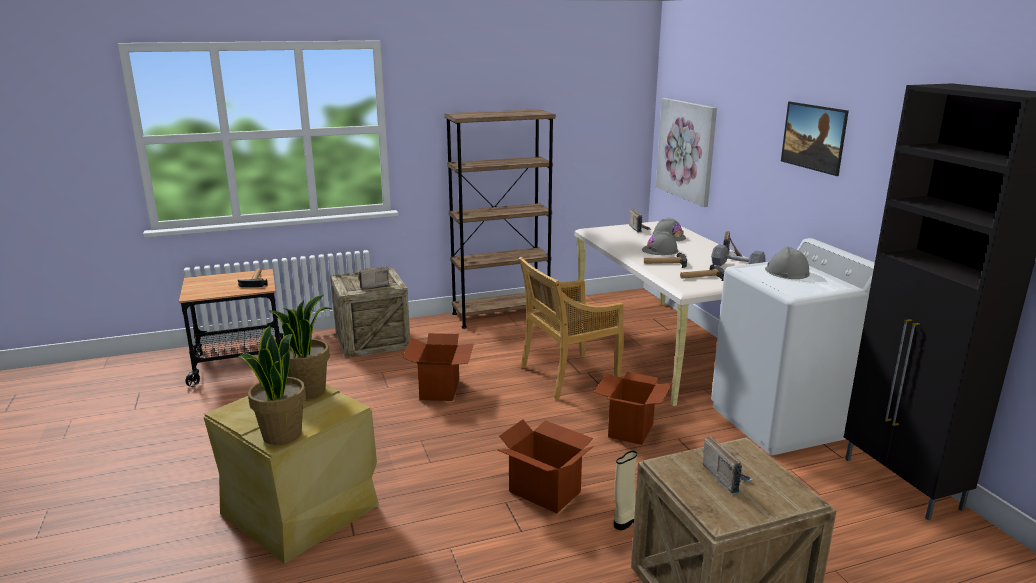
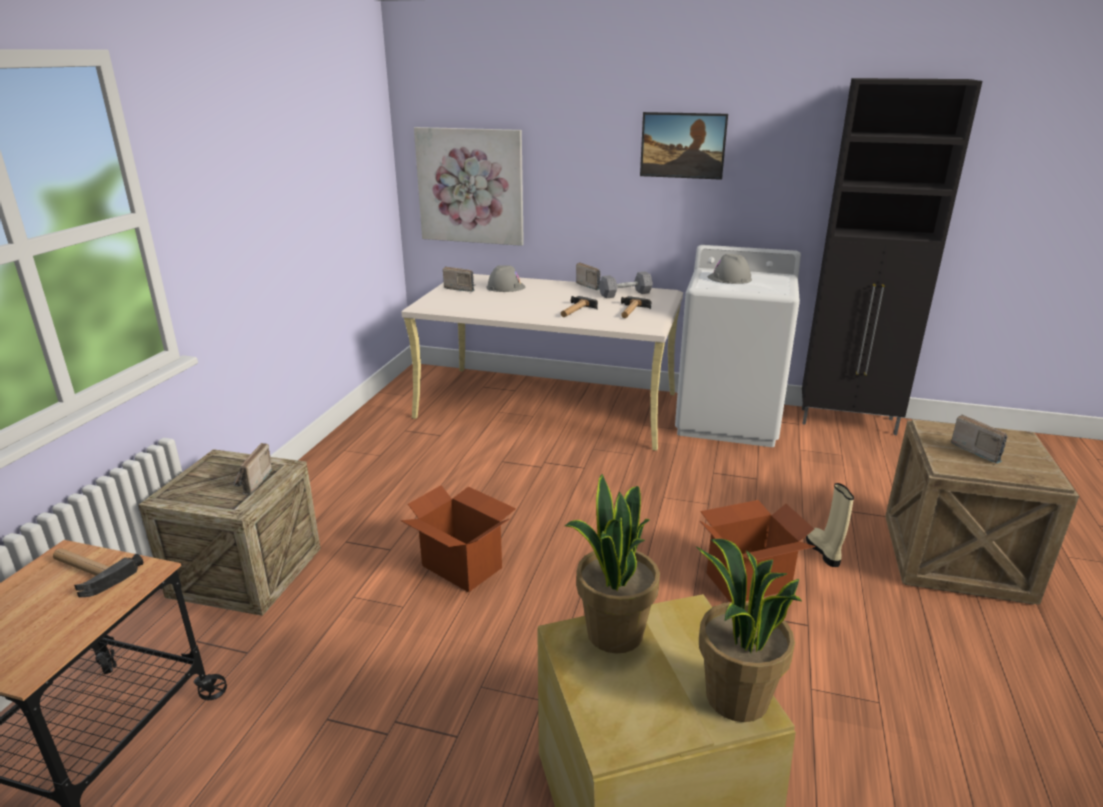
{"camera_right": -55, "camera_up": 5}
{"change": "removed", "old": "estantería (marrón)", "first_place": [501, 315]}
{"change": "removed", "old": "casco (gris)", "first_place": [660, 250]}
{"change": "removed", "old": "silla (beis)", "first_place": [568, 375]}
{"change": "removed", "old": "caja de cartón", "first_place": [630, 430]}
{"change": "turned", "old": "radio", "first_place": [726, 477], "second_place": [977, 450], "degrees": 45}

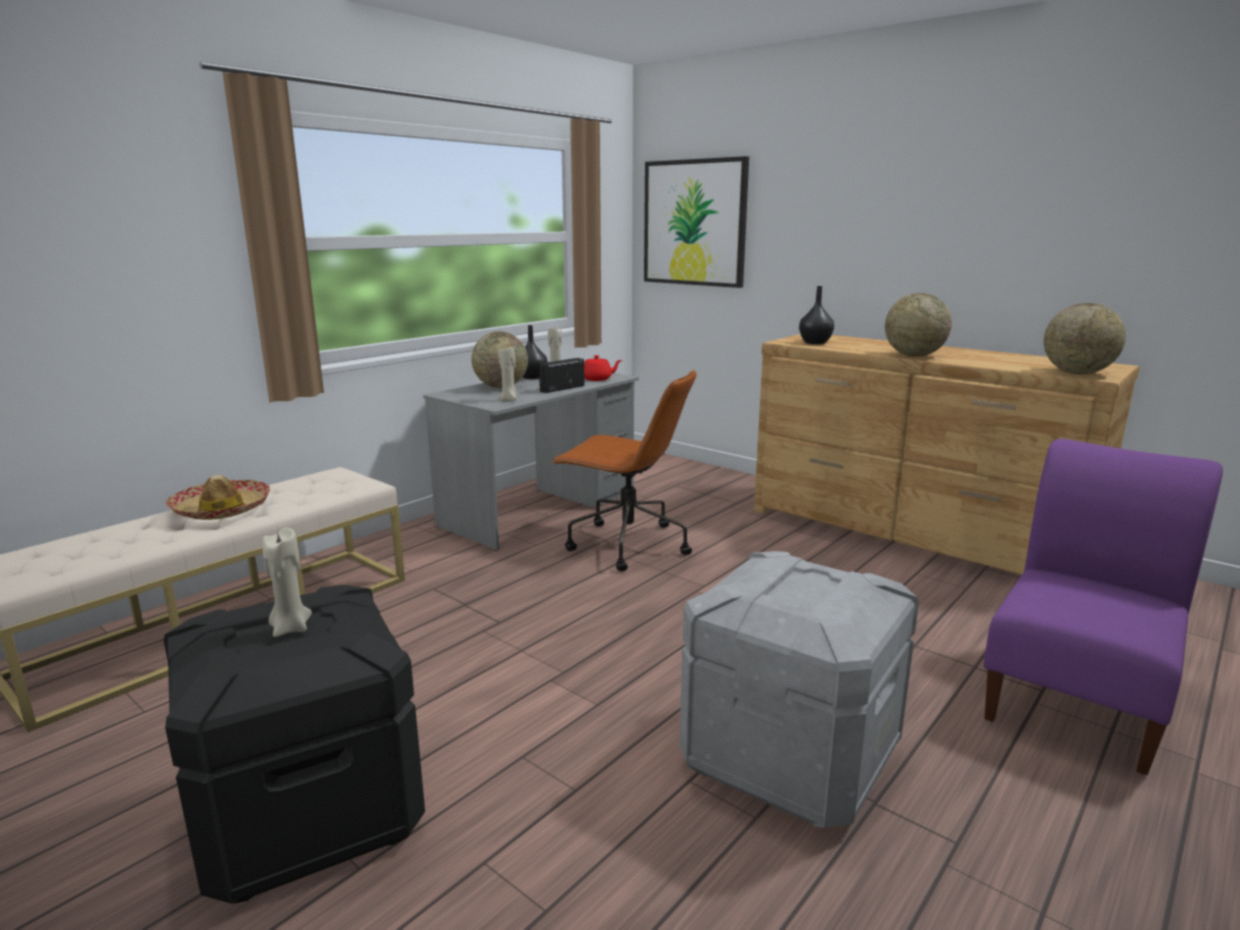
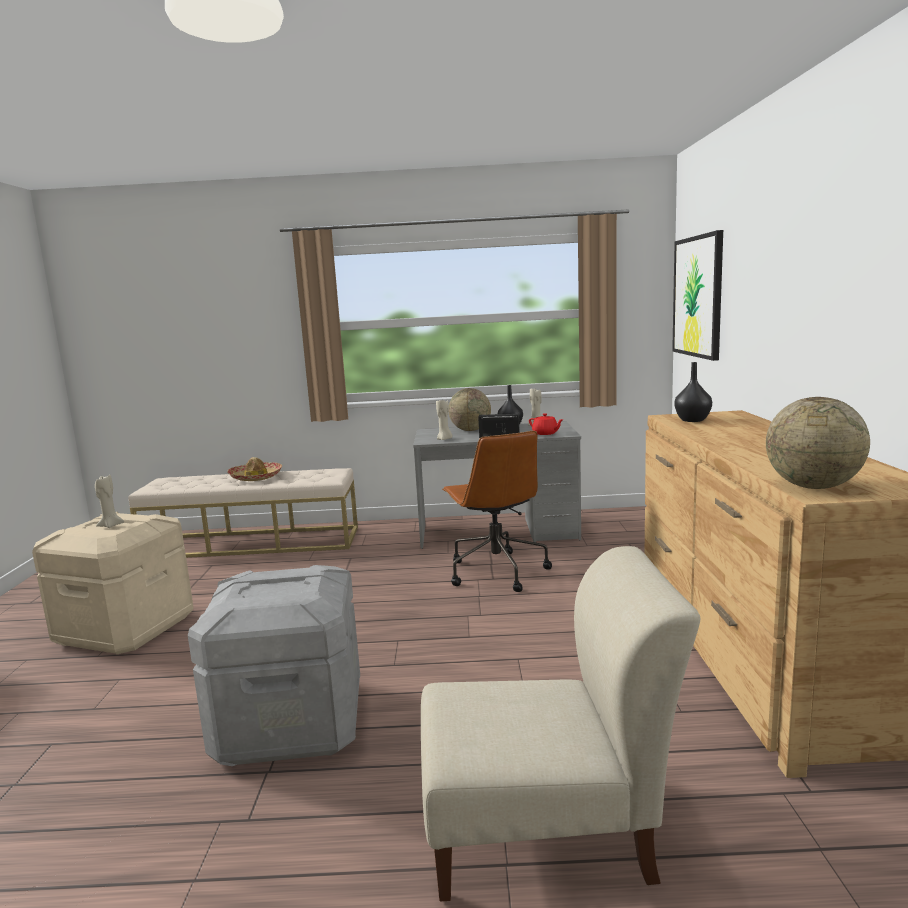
{"camera_right": 50, "camera_up": -5}
{"change": "removed", "old": "globo terráqueo", "first_place": [913, 355]}
{"change": "recoloured", "old": "silla (morado)", "new": "silla (beis)", "first_place": [1078, 696], "second_place": [547, 829]}
{"change": "recoloured", "old": "caja de almacenaje (negro)", "new": "caja de almacenaje (beis)", "first_place": [310, 813], "second_place": [127, 629]}

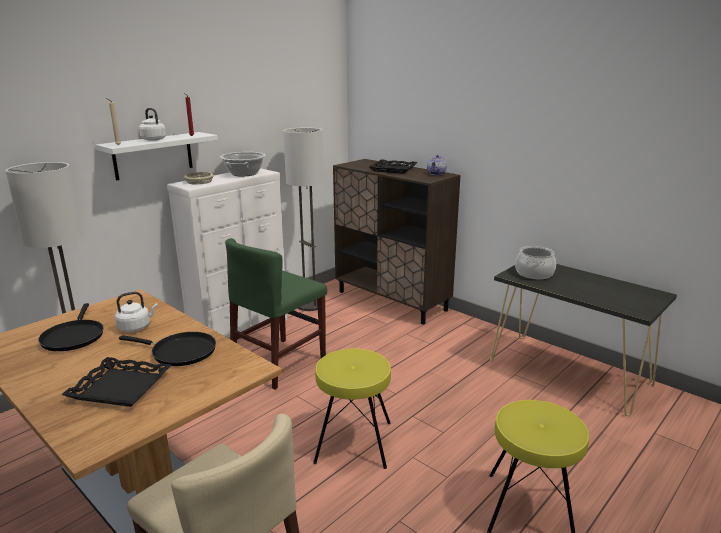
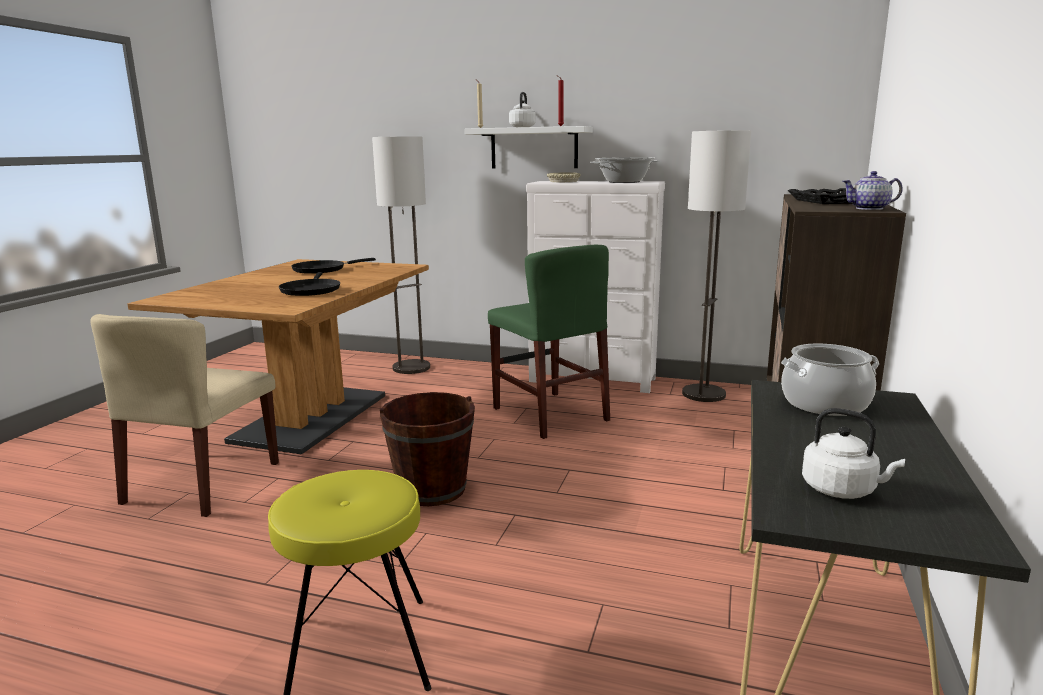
{"camera_right": 65, "camera_up": -5}
{"change": "turned", "old": "silla (verde)", "first_place": [279, 362], "second_place": [549, 414], "degrees": -135}
{"change": "moved", "old": "hervidor (blanco)", "first_place": [136, 327], "second_place": [842, 490]}
{"change": "replaced", "old": "taburete (amarillo)", "new": "cubo (marrón)", "first_place": [354, 441], "second_place": [432, 489]}
{"change": "removed", "old": "bandeja (negro)", "first_place": [119, 388]}

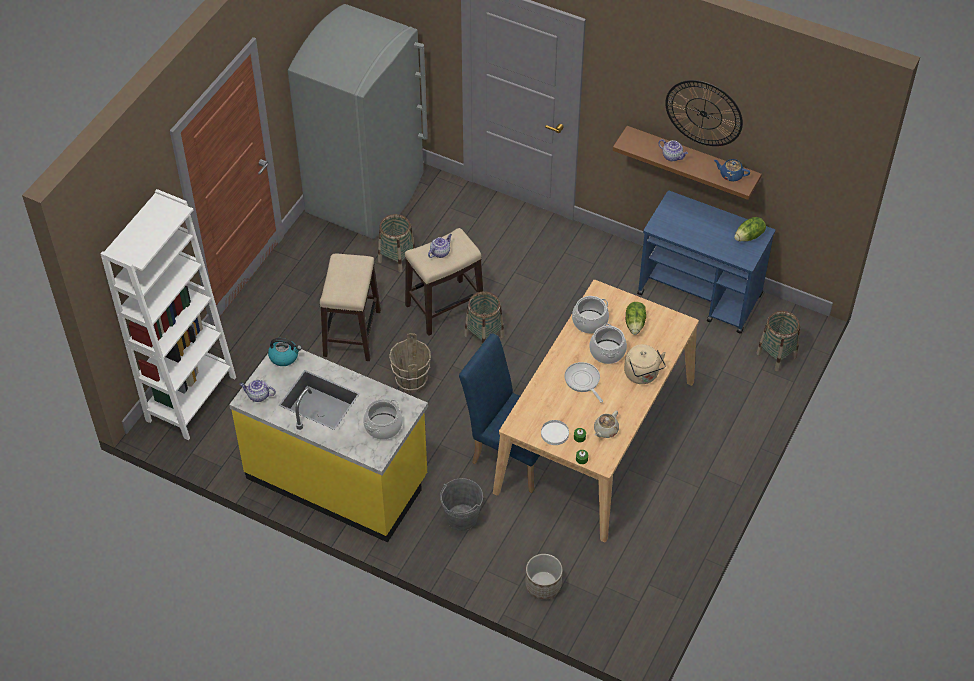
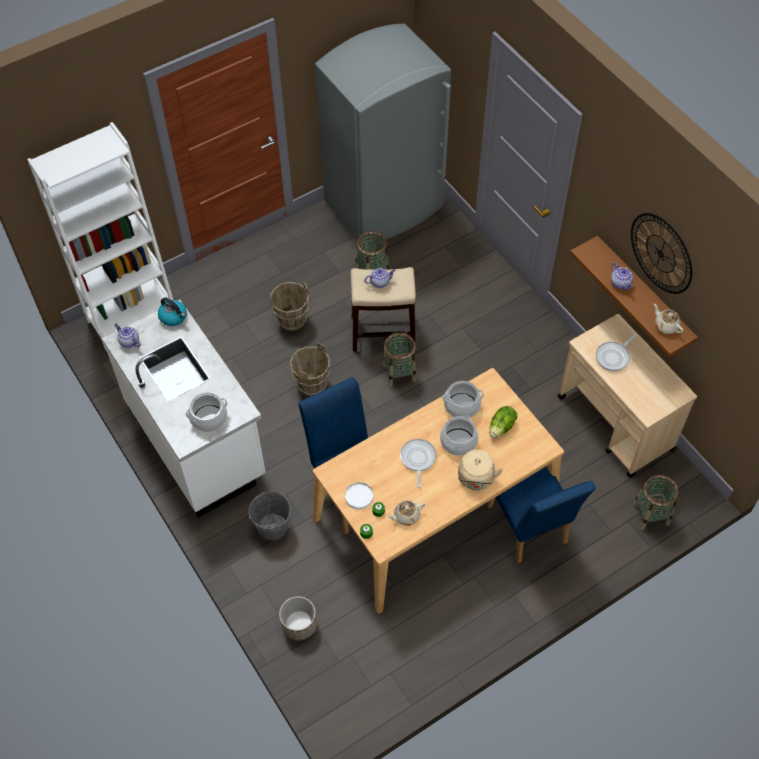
{"camera_right": 30, "camera_up": 5}
{"change": "recoloured", "old": "tetera (azul)", "new": "tetera (beis)", "first_place": [731, 175], "second_place": [666, 325]}
{"change": "recoloured", "old": "carrito (azul)", "new": "carrito (beis)", "first_place": [700, 295], "second_place": [616, 424]}
{"change": "removed", "old": "lechuga", "first_place": [749, 237]}
{"change": "replaced", "old": "taburete", "new": "cubo (marrón)", "first_place": [352, 334], "second_place": [292, 321]}
{"change": "recoloured", "old": "mueble bajo de cocina (amarillo)", "new": "mueble bajo de cocina (blanco)", "first_place": [337, 478], "second_place": [197, 440]}
{"change": "added", "new": "sartén", "second_place": [614, 357]}
{"change": "added", "new": "silla (azul)", "second_place": [529, 530]}

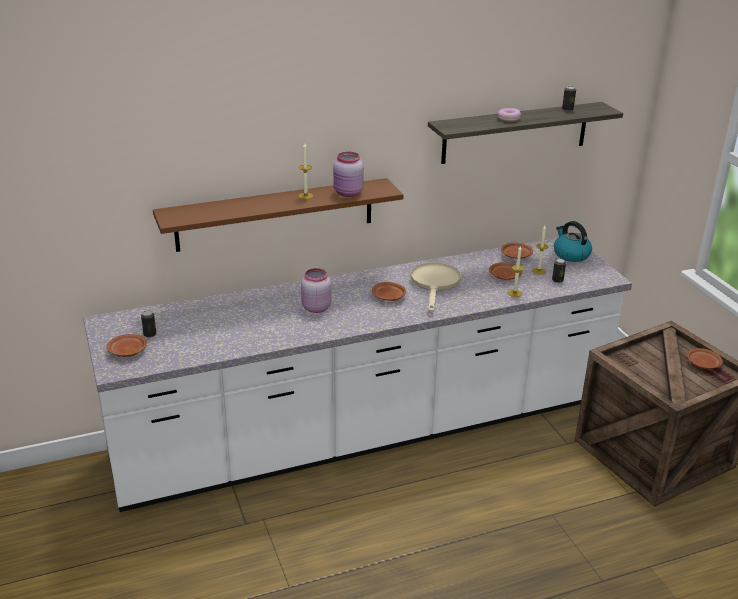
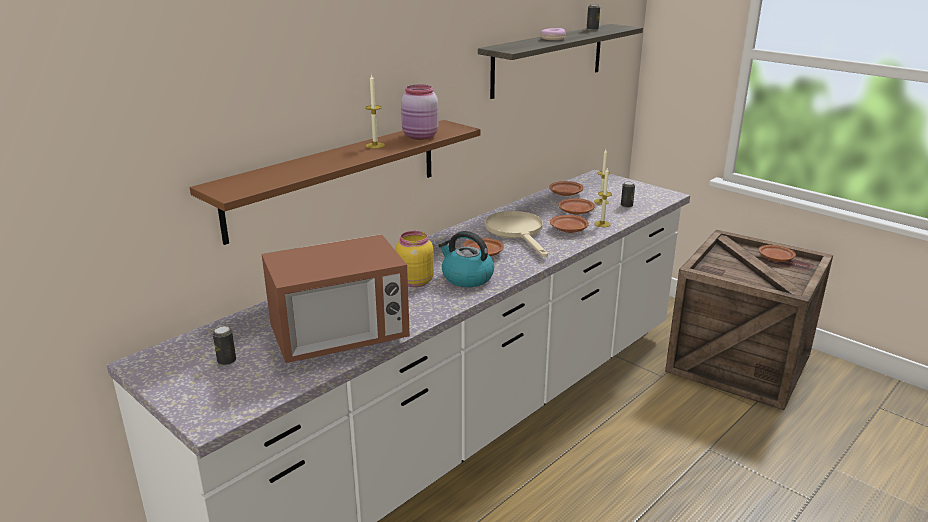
{"camera_right": -25, "camera_up": -5}
{"change": "moved", "old": "hervidor", "first_place": [570, 254], "second_place": [466, 278]}
{"change": "recoloured", "old": "tarro (rosa)", "new": "tarro (amarillo)", "first_place": [315, 308], "second_place": [414, 282]}
{"change": "moved", "old": "plato (marrón)", "first_place": [127, 351], "second_place": [568, 230]}
{"change": "added", "new": "microondas", "second_place": [339, 337]}

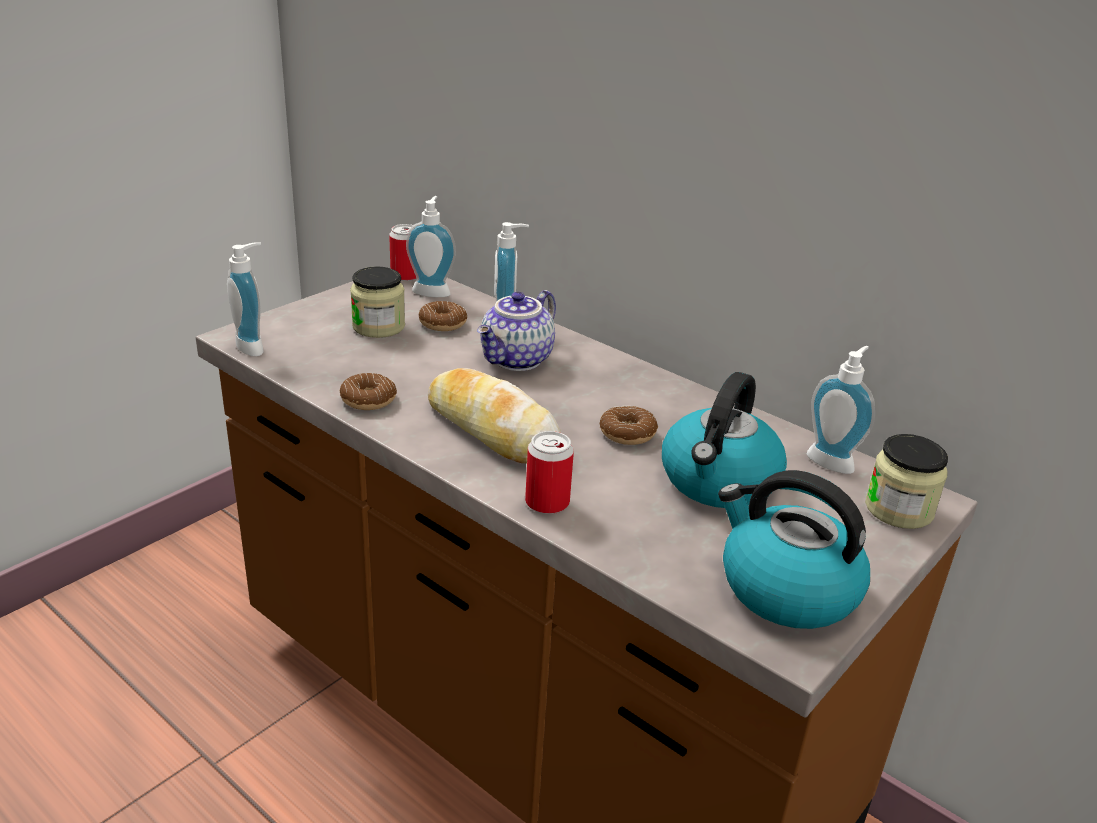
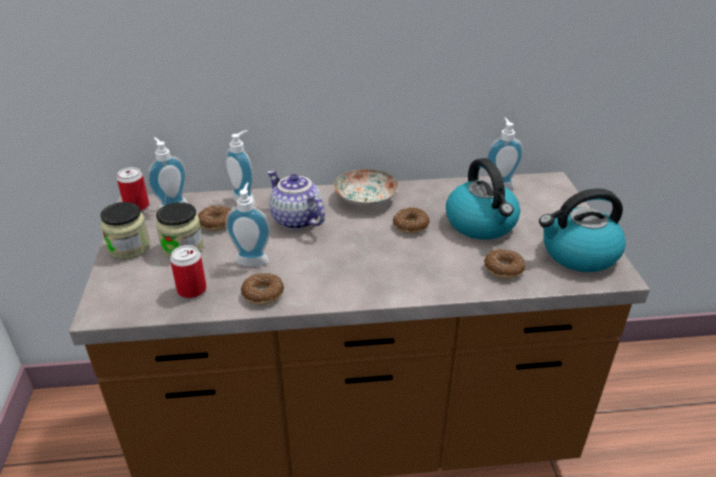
{"camera_right": -45, "camera_up": 5}
{"change": "moved", "old": "dispensador de jabón", "first_place": [254, 346], "second_place": [253, 259]}
{"change": "turned", "old": "tetera", "first_place": [517, 360], "second_place": [295, 220], "degrees": 150}
{"change": "removed", "old": "pan", "first_place": [492, 429]}
{"change": "moved", "old": "lata", "first_place": [547, 502], "second_place": [192, 290]}
{"change": "moved", "old": "tarro", "first_place": [898, 509], "second_place": [129, 247]}
{"change": "added", "new": "plato", "second_place": [366, 198]}
{"change": "added", "new": "rosquilla", "second_place": [503, 269]}

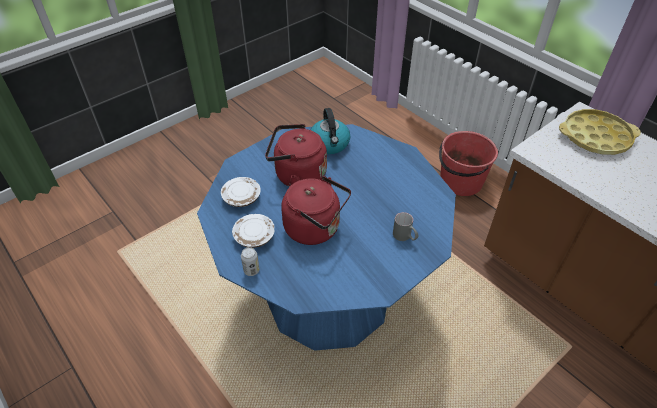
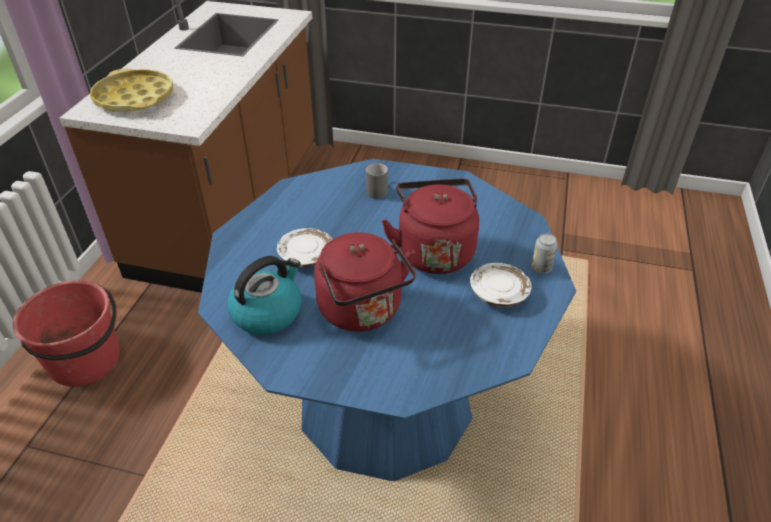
{"camera_right": -125, "camera_up": -5}
{"change": "moved", "old": "plato (blanco)", "first_place": [242, 197], "second_place": [306, 255]}

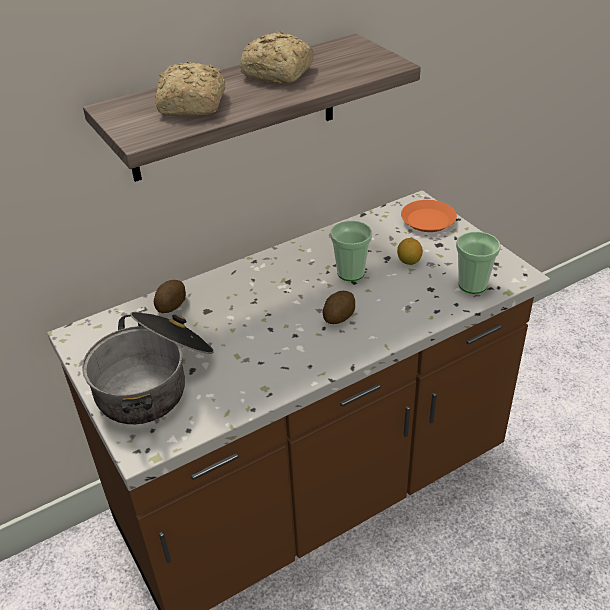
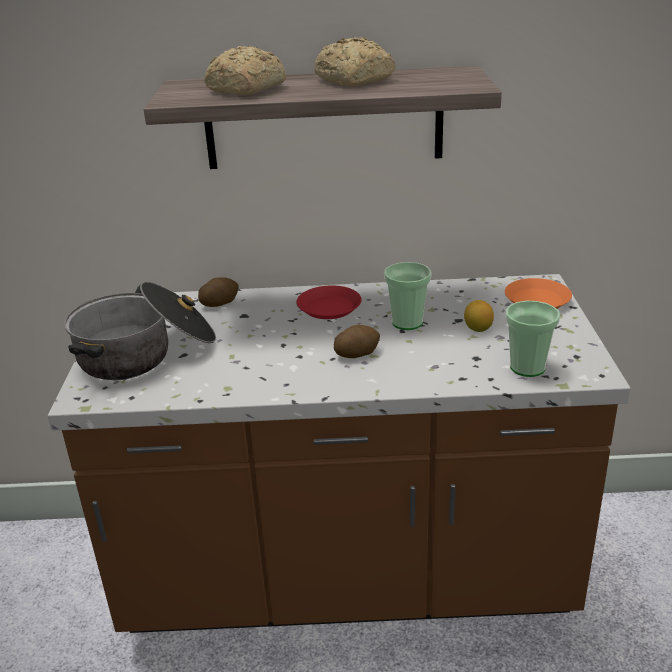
{"camera_right": 30, "camera_up": -10}
{"change": "added", "new": "plato (rojo)", "second_place": [328, 307]}

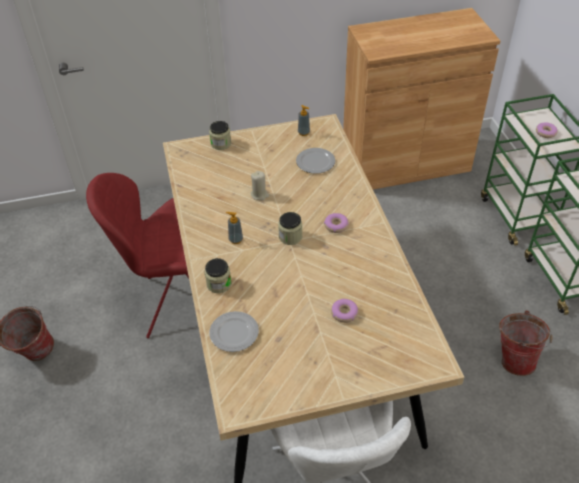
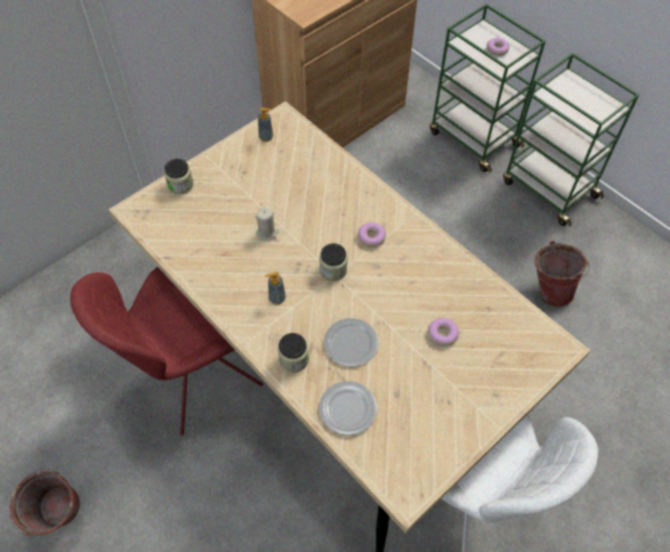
{"camera_right": -30, "camera_up": 10}
{"change": "moved", "old": "plato", "first_place": [315, 162], "second_place": [350, 343]}

